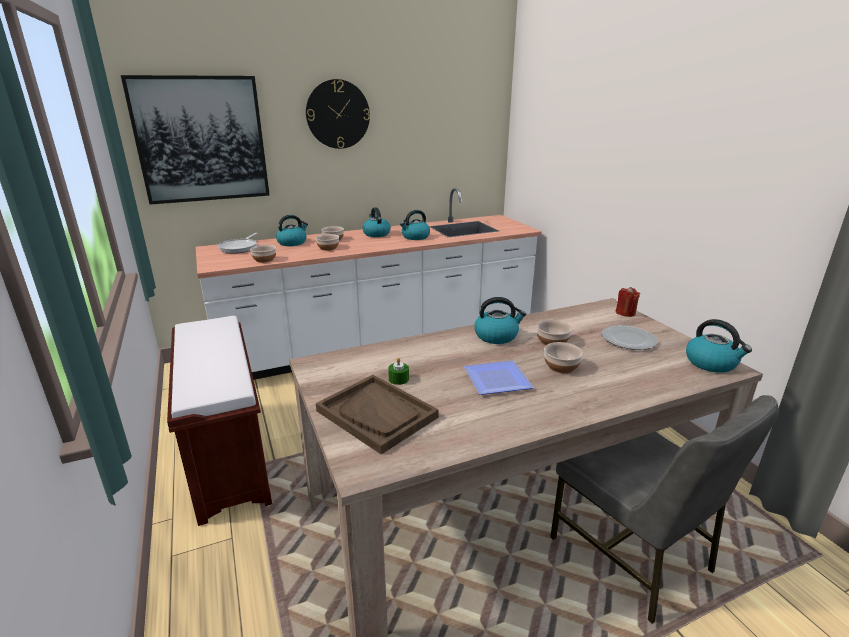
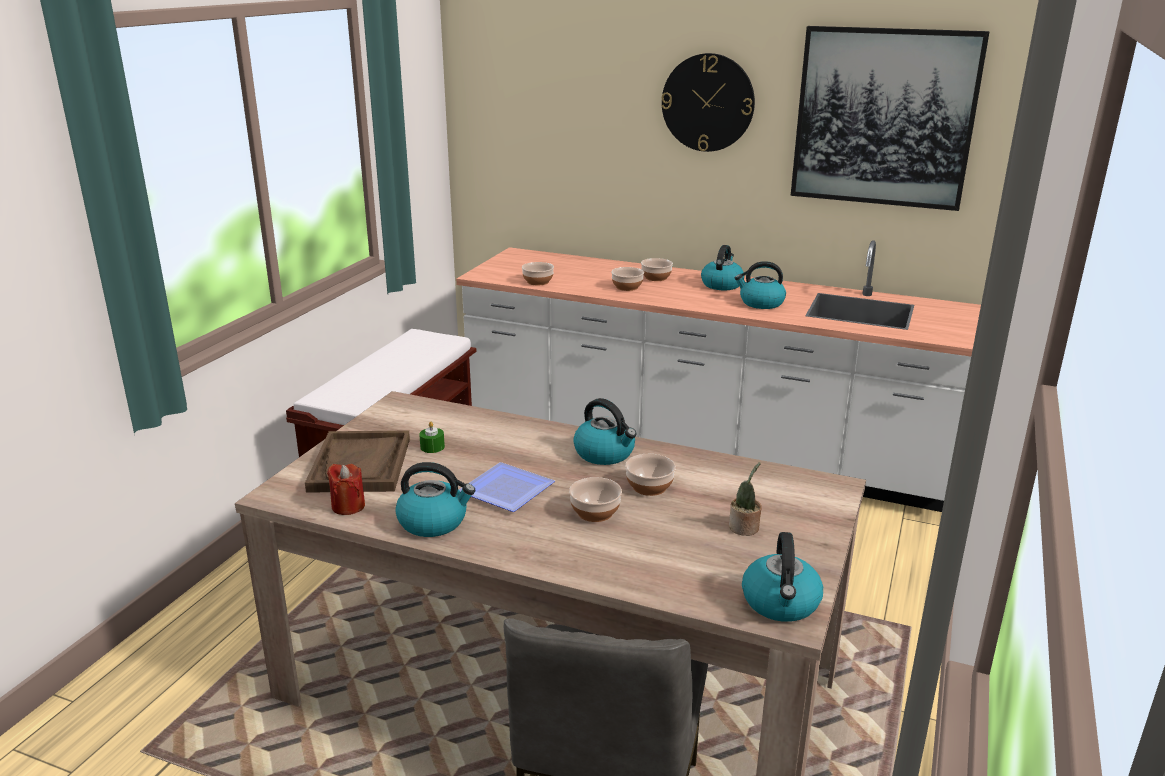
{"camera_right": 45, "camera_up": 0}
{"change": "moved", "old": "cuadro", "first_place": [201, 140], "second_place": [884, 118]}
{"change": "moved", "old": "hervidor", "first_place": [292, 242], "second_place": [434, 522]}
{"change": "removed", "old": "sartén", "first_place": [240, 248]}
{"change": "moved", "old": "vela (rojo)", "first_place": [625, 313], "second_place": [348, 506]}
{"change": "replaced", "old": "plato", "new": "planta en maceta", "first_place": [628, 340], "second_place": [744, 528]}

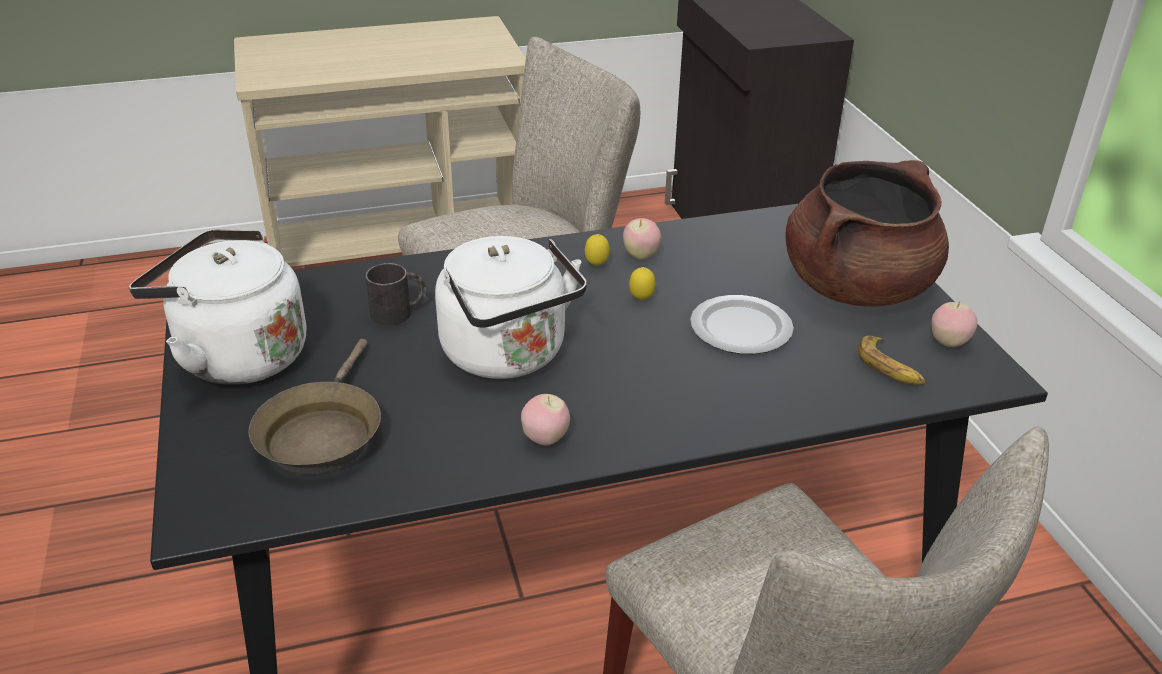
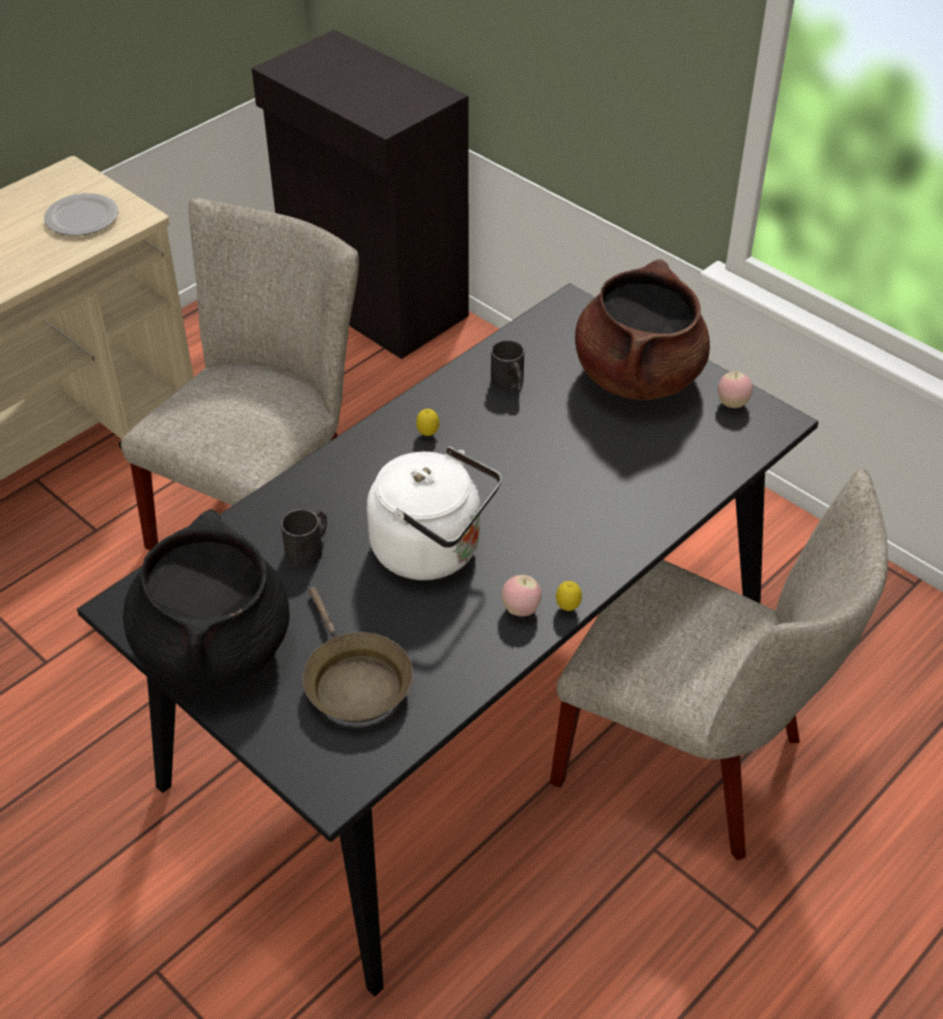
{"camera_right": -30, "camera_up": 10}
{"change": "removed", "old": "manzana", "first_place": [640, 255]}
{"change": "replaced", "old": "hervidor (blanco)", "new": "olla (negro)", "first_place": [236, 356], "second_place": [214, 647]}
{"change": "moved", "old": "limón", "first_place": [641, 299], "second_place": [567, 608]}
{"change": "moved", "old": "plato", "first_place": [739, 328], "second_place": [80, 218]}
{"change": "removed", "old": "plátano", "first_place": [890, 367]}
{"change": "added", "new": "taza grande (negro)", "second_place": [510, 385]}

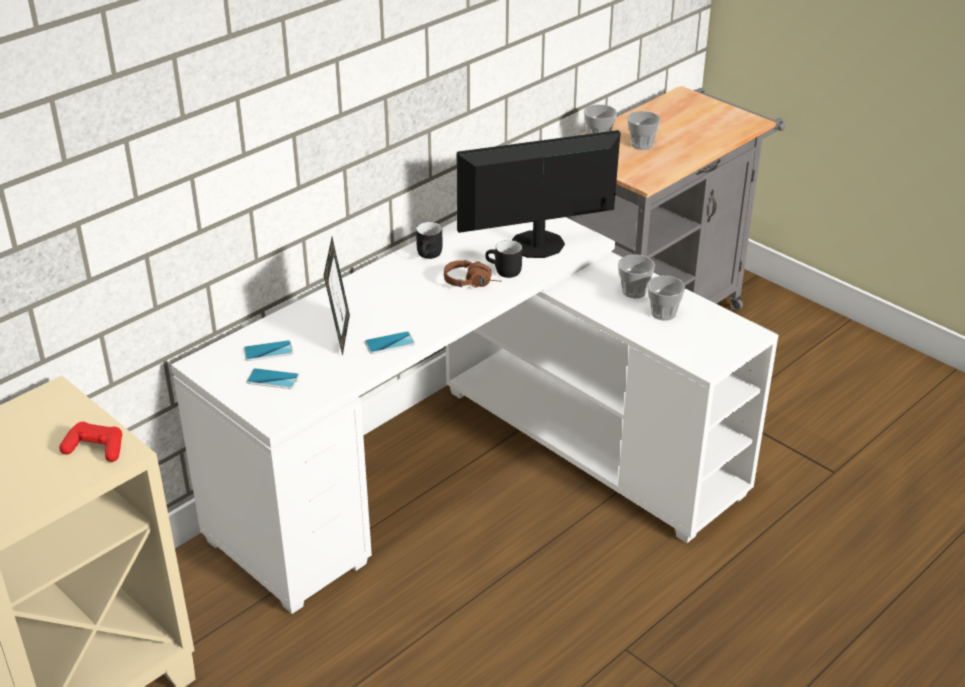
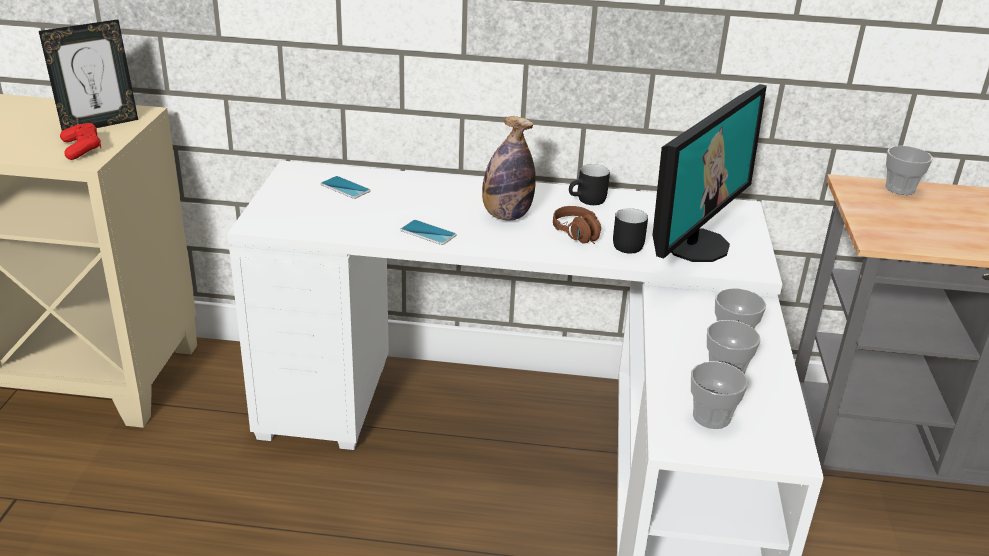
{"camera_right": 50, "camera_up": -5}
{"change": "moved", "old": "taza", "first_place": [641, 144], "second_place": [711, 417]}
{"change": "turned", "old": "monitor", "first_place": [537, 245], "second_place": [695, 245], "degrees": 90}
{"change": "moved", "old": "portarretratos", "first_place": [340, 334], "second_place": [99, 125]}
{"change": "removed", "old": "móvil", "first_place": [273, 379]}
{"change": "added", "new": "botella", "second_place": [506, 216]}

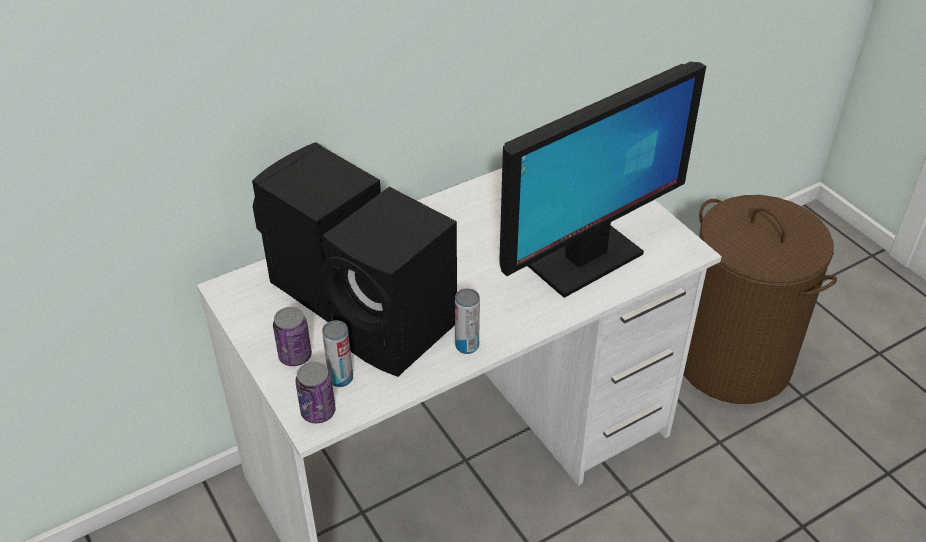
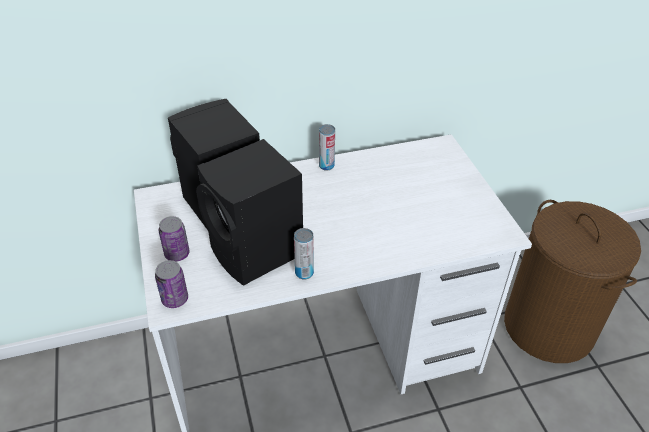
{"camera_right": 15, "camera_up": 0}
{"change": "removed", "old": "monitor", "first_place": [584, 260]}
{"change": "moved", "old": "lata", "first_place": [341, 378], "second_place": [326, 166]}

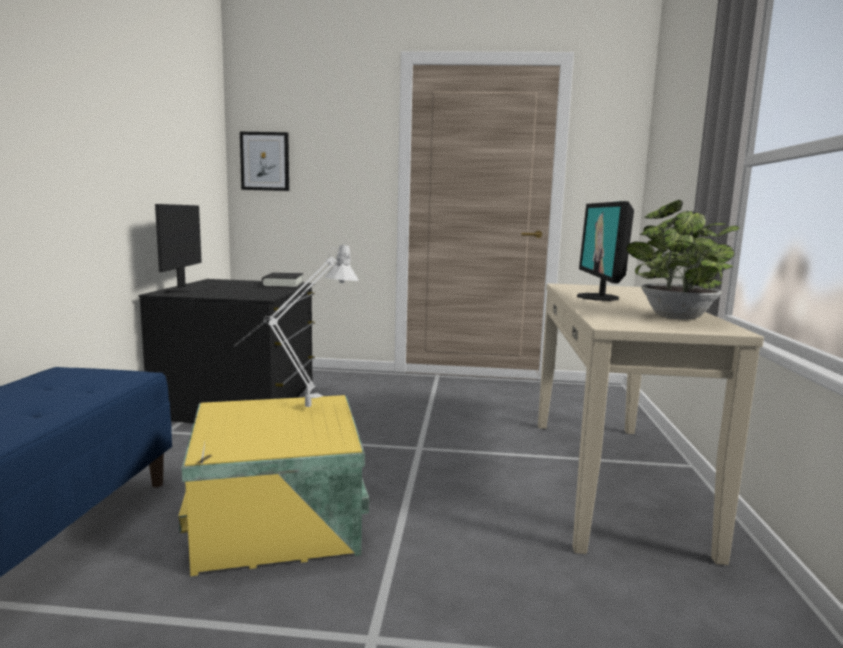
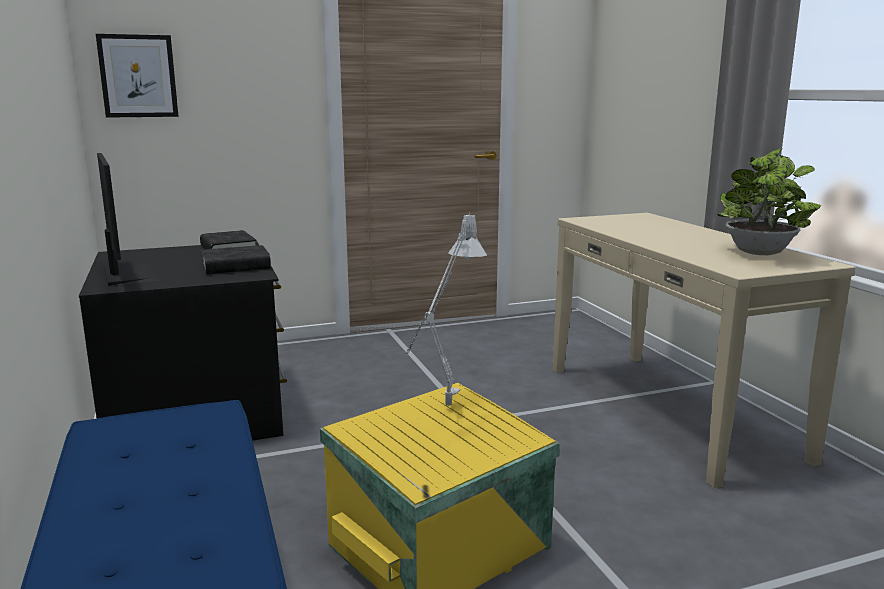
{"camera_right": -25, "camera_up": 5}
{"change": "removed", "old": "monitor", "first_place": [599, 297]}
{"change": "added", "new": "libro (negro)", "second_place": [236, 266]}

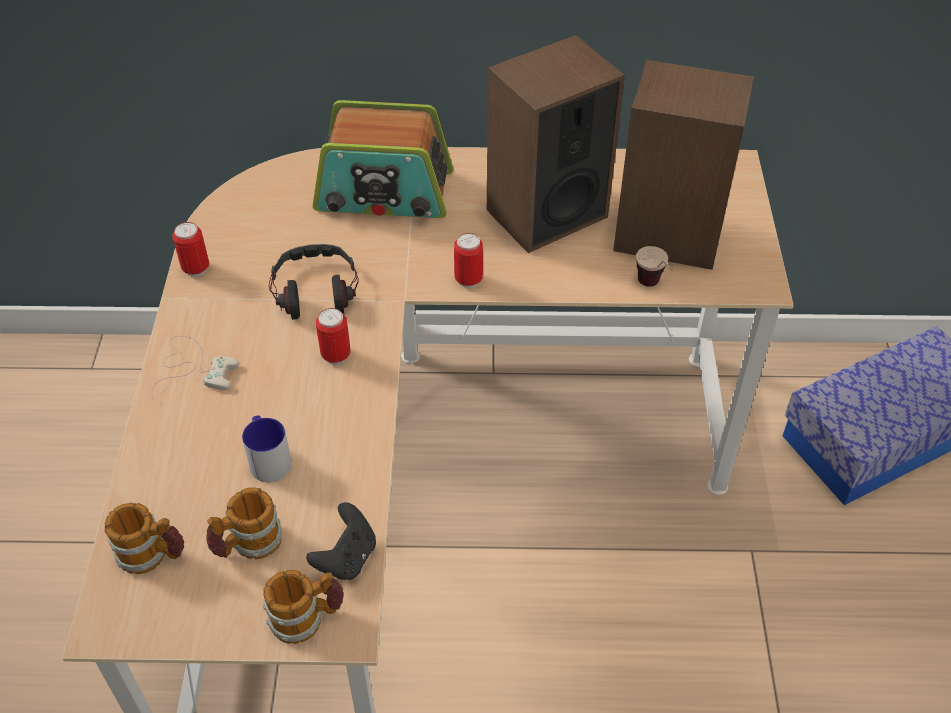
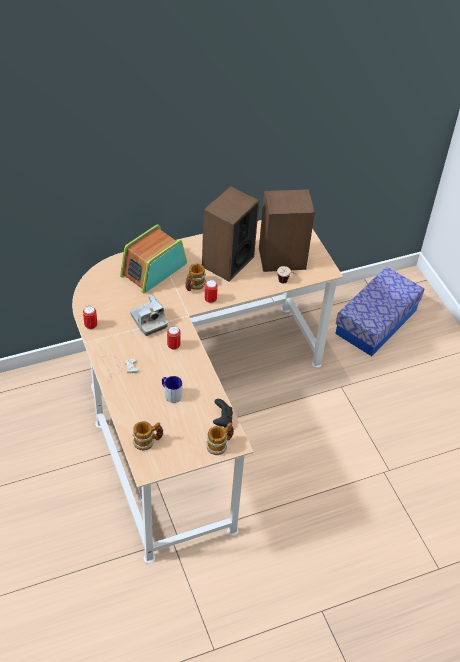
{"camera_right": -25, "camera_up": 0}
{"change": "turned", "old": "radio", "first_place": [384, 192], "second_place": [153, 270], "degrees": 150}
{"change": "replaced", "old": "auriculares", "new": "cámara", "first_place": [315, 290], "second_place": [148, 321]}
{"change": "moved", "old": "taza grande", "first_place": [248, 544], "second_place": [194, 286]}

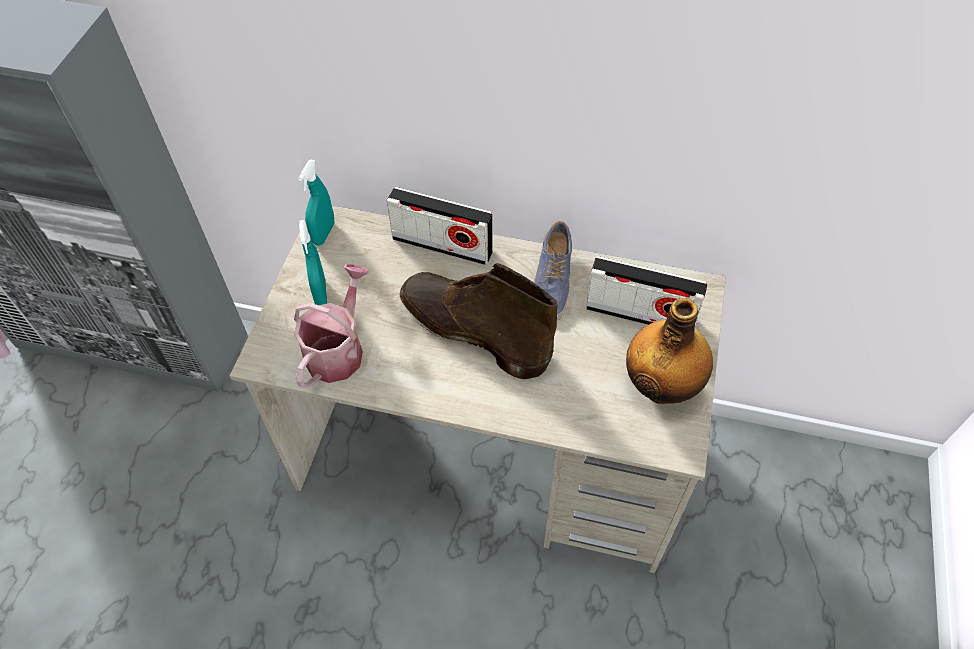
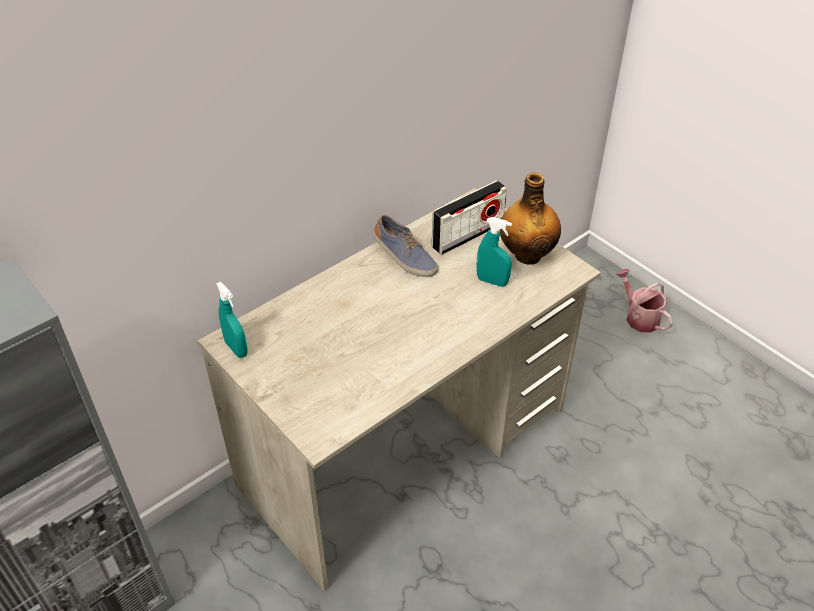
{"camera_right": -55, "camera_up": -10}
{"change": "removed", "old": "radio", "first_place": [442, 245]}
{"change": "moved", "old": "pulverizador (turquesa)", "first_place": [320, 293], "second_place": [492, 281]}
{"change": "removed", "old": "bota (marrón)", "first_place": [473, 330]}
{"change": "moved", "old": "regadera", "first_place": [338, 349], "second_place": [639, 317]}

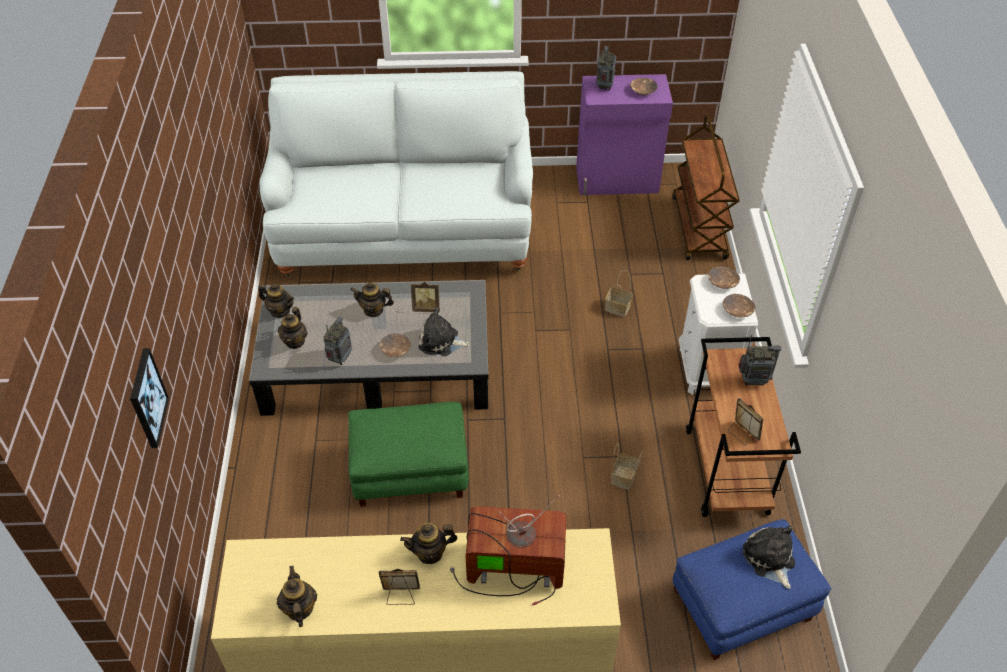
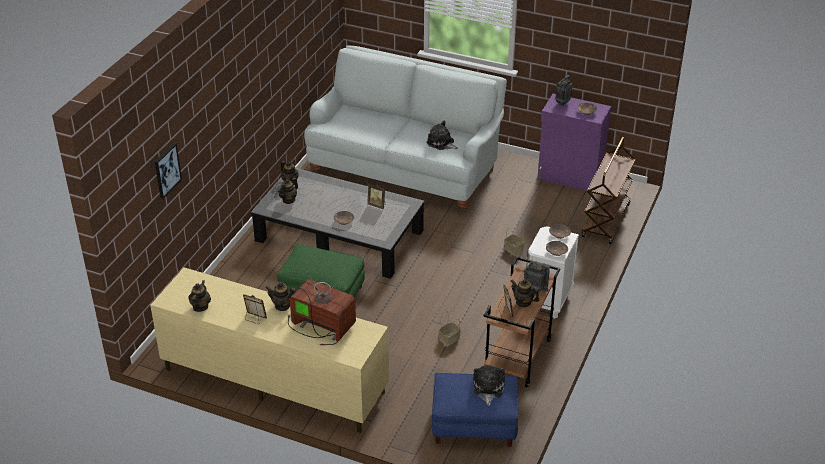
{"camera_right": 25, "camera_up": -10}
{"change": "moved", "old": "tetera", "first_place": [373, 310], "second_place": [523, 302]}
{"change": "moved", "old": "peluche", "first_place": [441, 342], "second_place": [441, 143]}
{"change": "removed", "old": "radio", "first_place": [340, 358]}

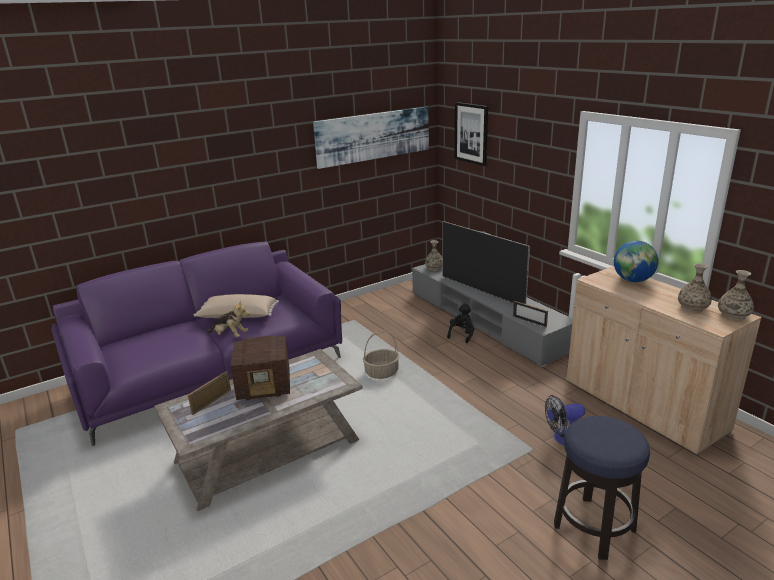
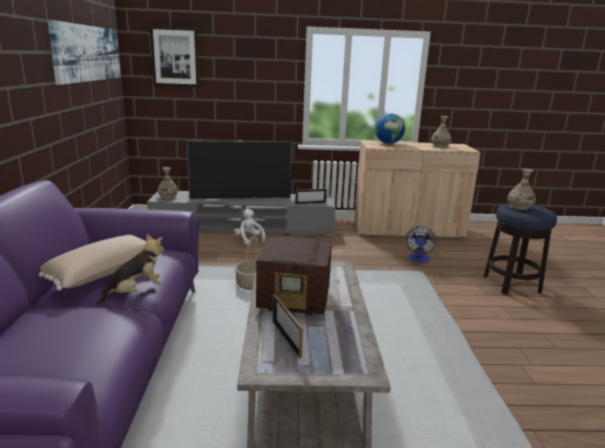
{"camera_right": -60, "camera_up": -5}
{"change": "moved", "old": "florero", "first_place": [733, 315], "second_place": [519, 207]}
{"change": "recoloured", "old": "peluche (negro)", "new": "peluche (blanco)", "first_place": [461, 334], "second_place": [249, 239]}
{"change": "turned", "old": "radio", "first_place": [265, 387], "second_place": [295, 301], "degrees": 75}

